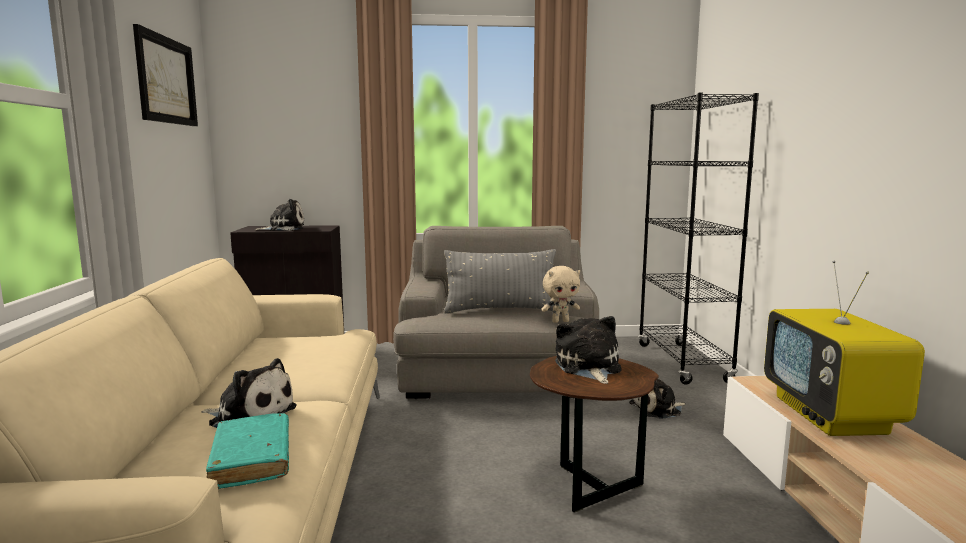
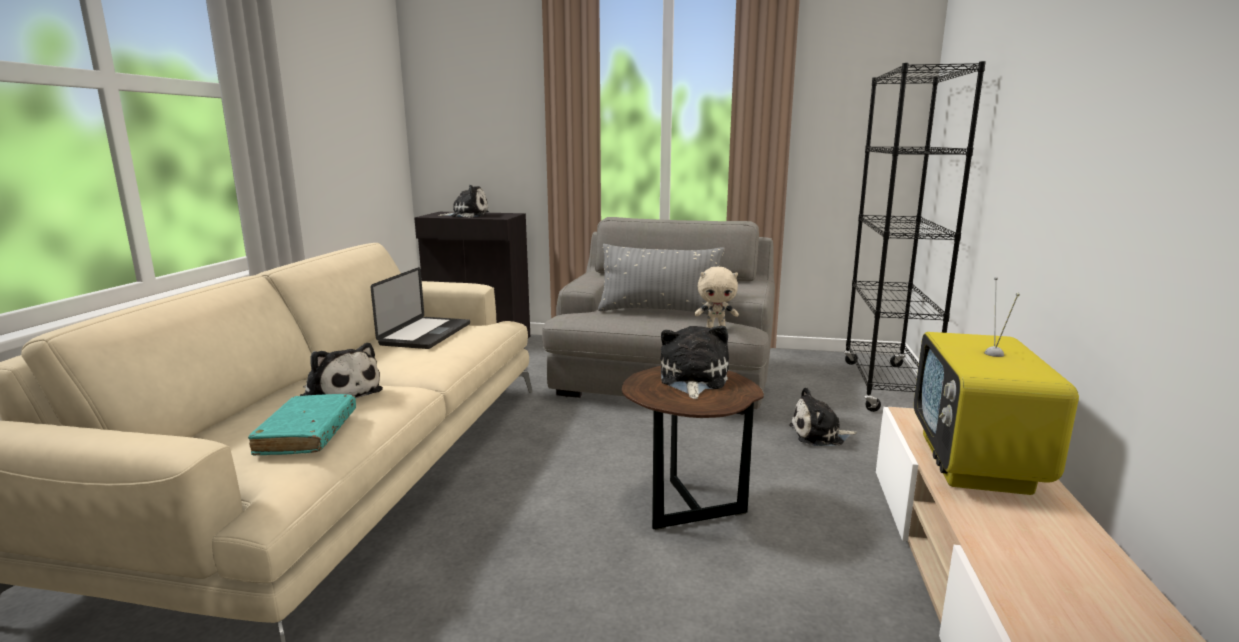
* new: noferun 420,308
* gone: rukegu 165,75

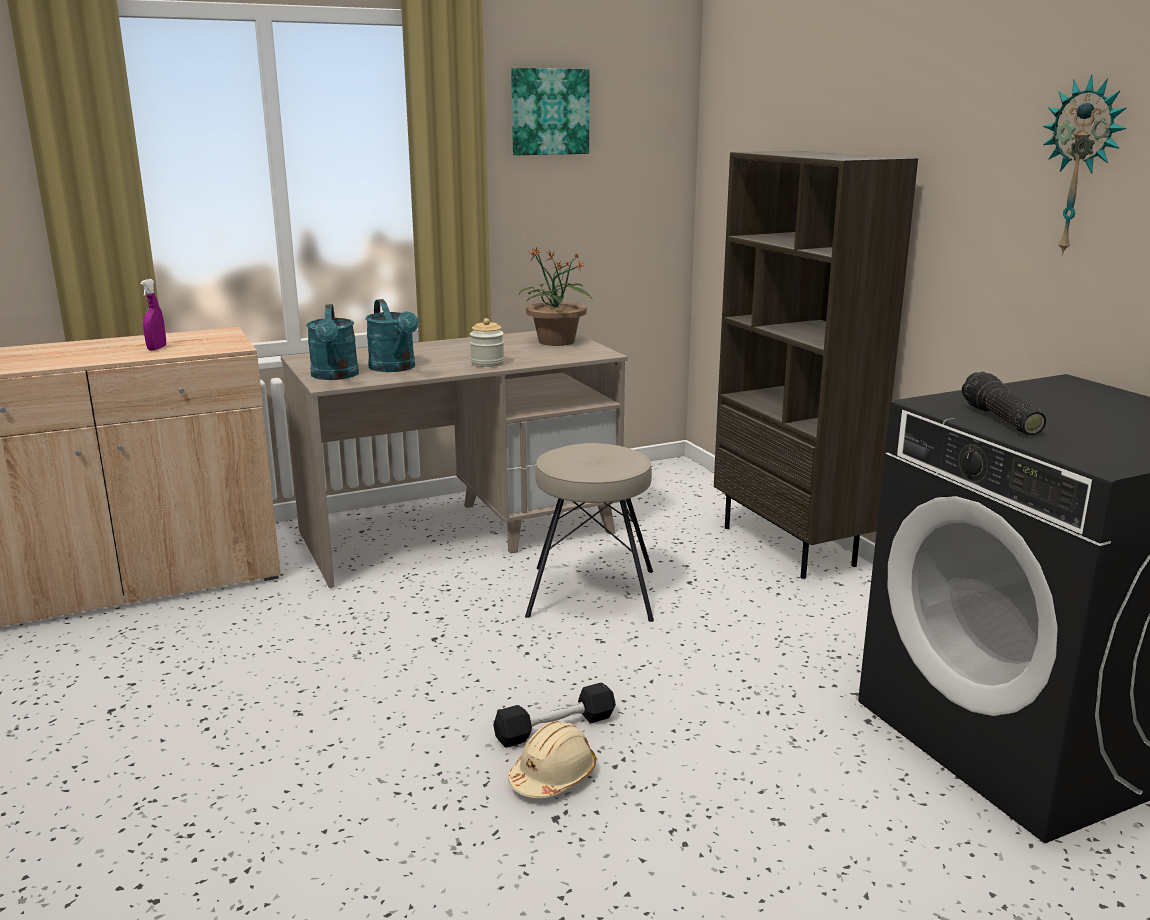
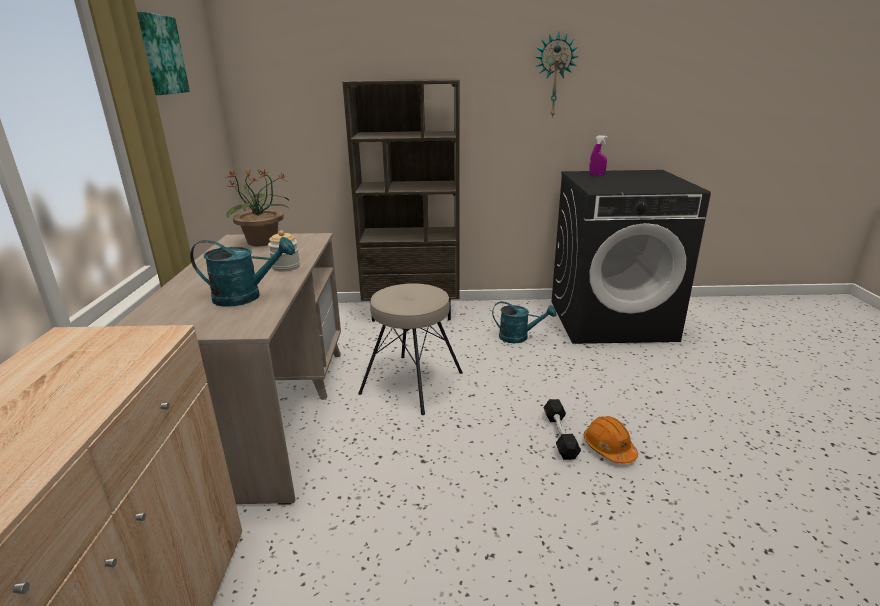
* shifted: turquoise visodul 332,342 to 524,322
* repainted: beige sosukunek 552,759 to orange sosukunek 611,440
* shifted: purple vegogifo 153,315 to 598,155
* gone: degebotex 1004,403

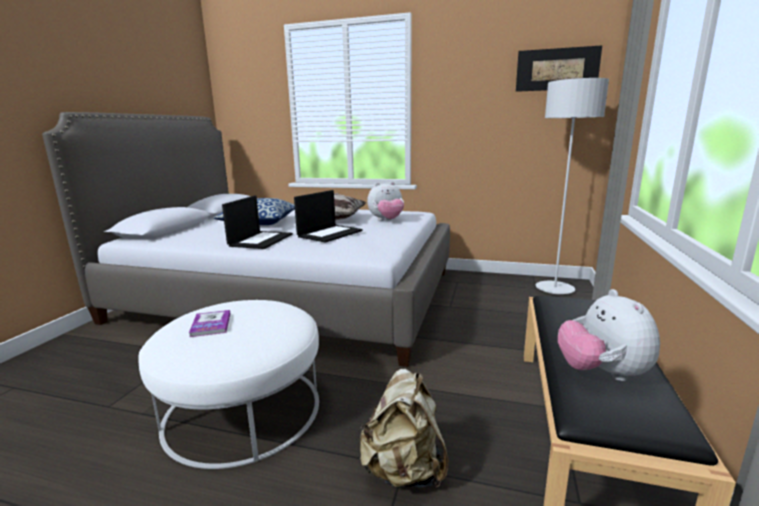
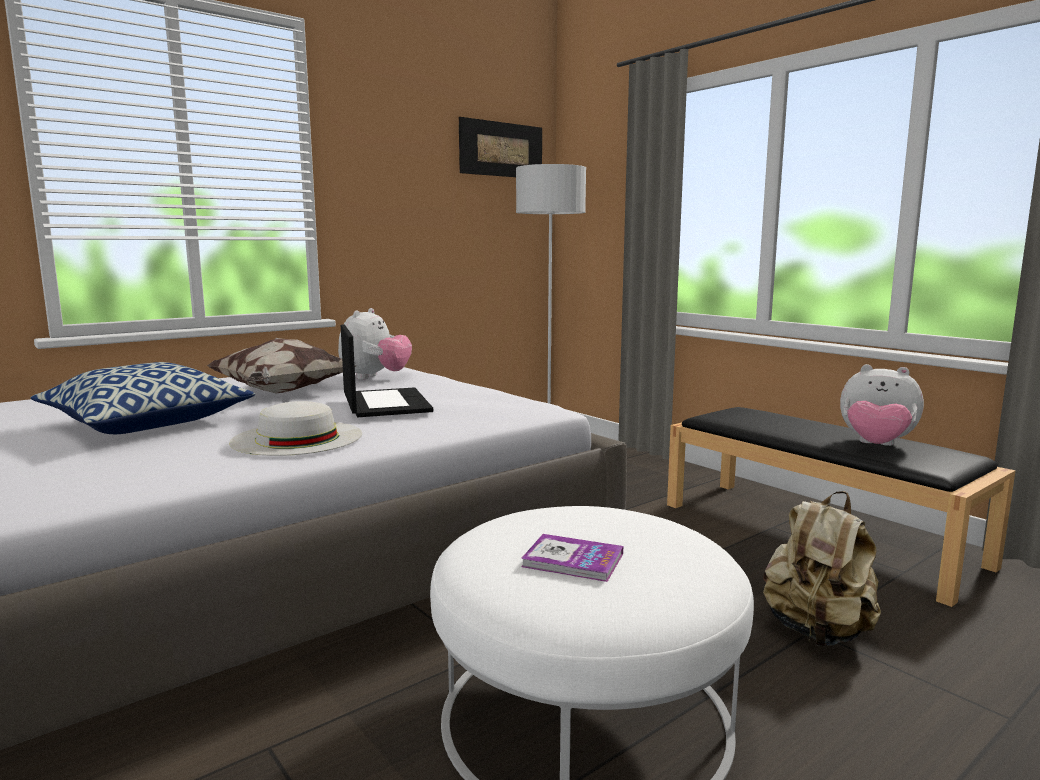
* swapped: noferun 257,222 to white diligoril 295,428

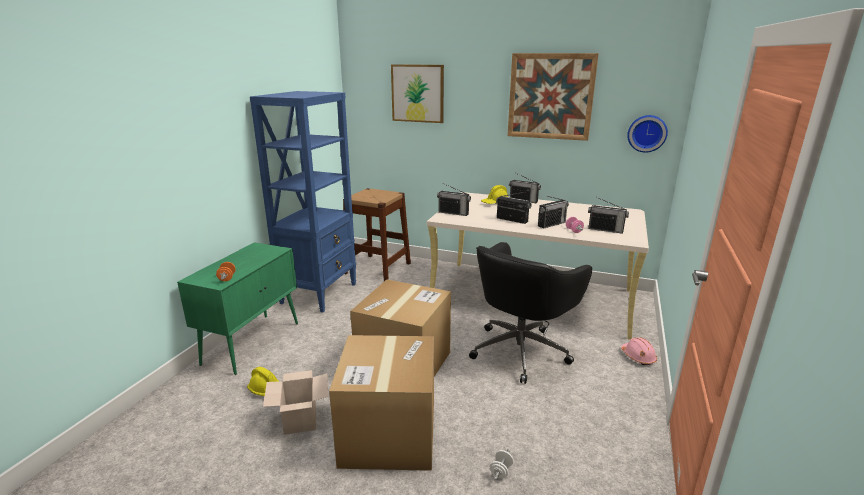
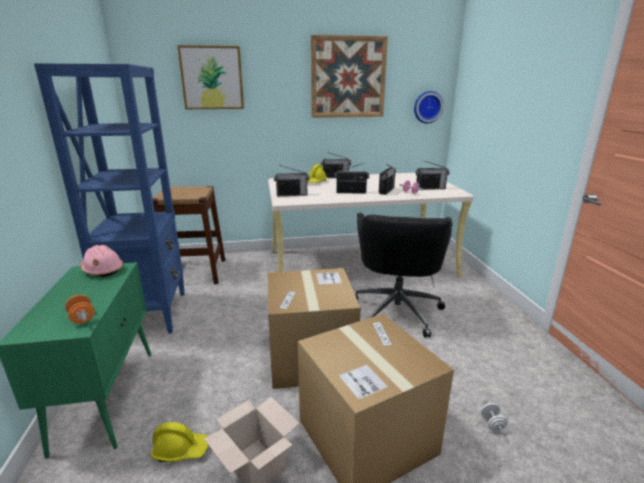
* shifted: pink sosukunek 639,351 to 101,261

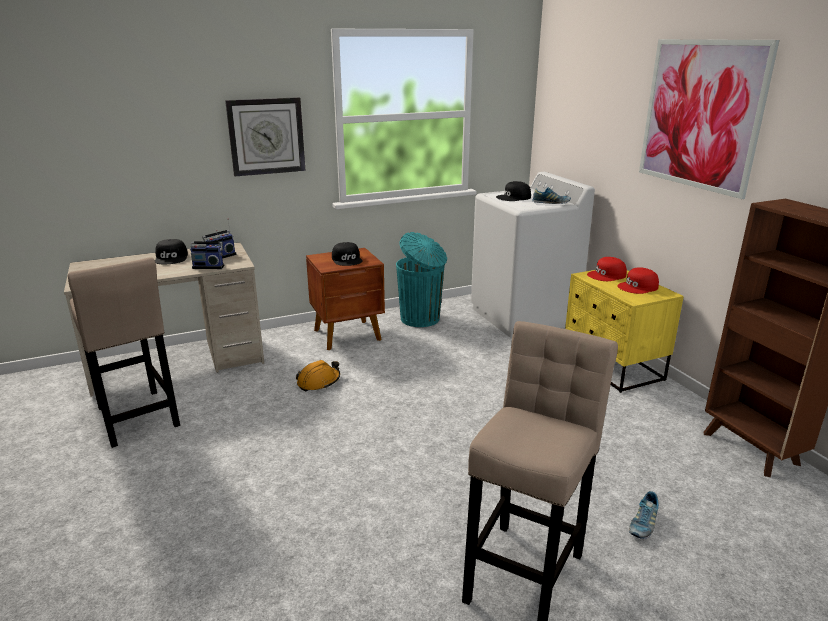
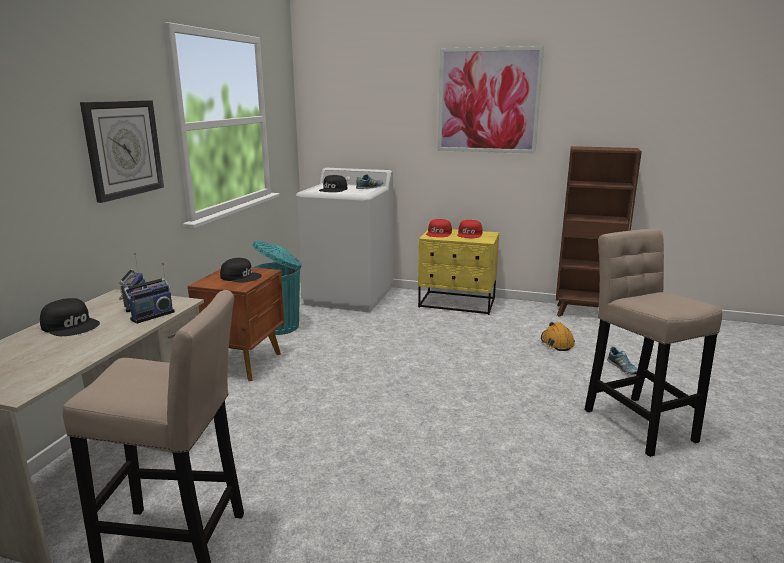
* shifted: orange sosukunek 318,375 to 558,336

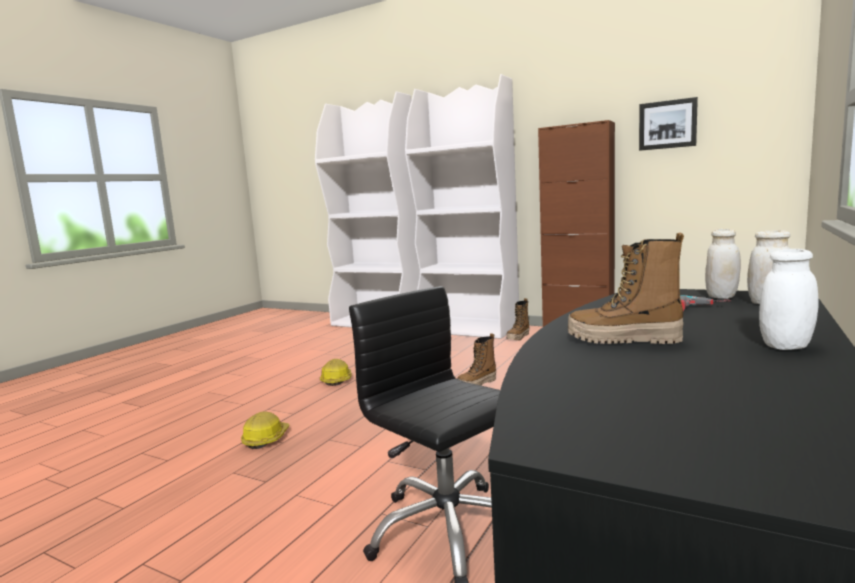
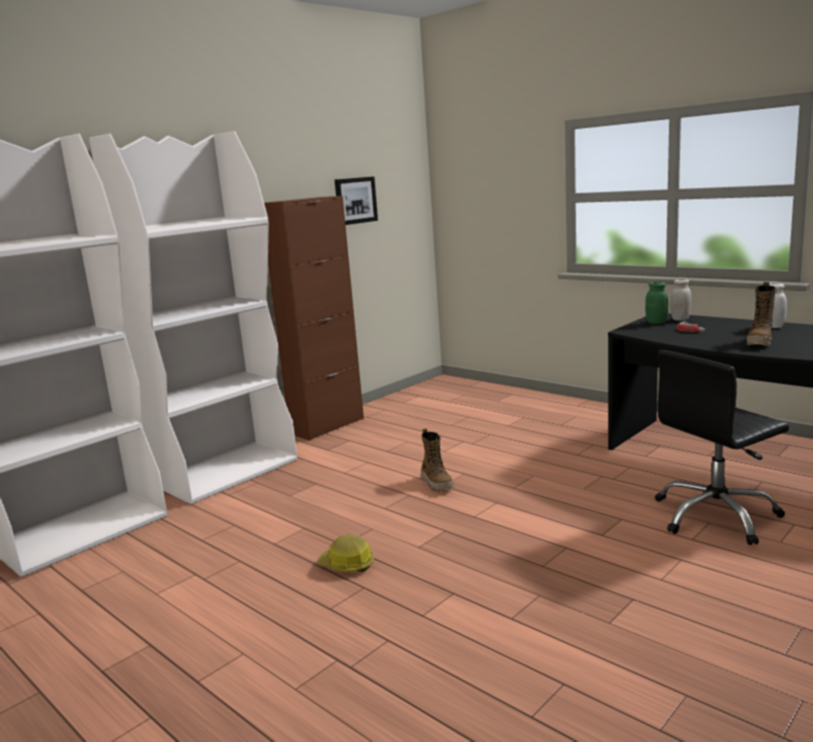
* repainted: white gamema 723,264 to green gamema 656,303
* gone: sosukunek 265,430
* gone: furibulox 518,319

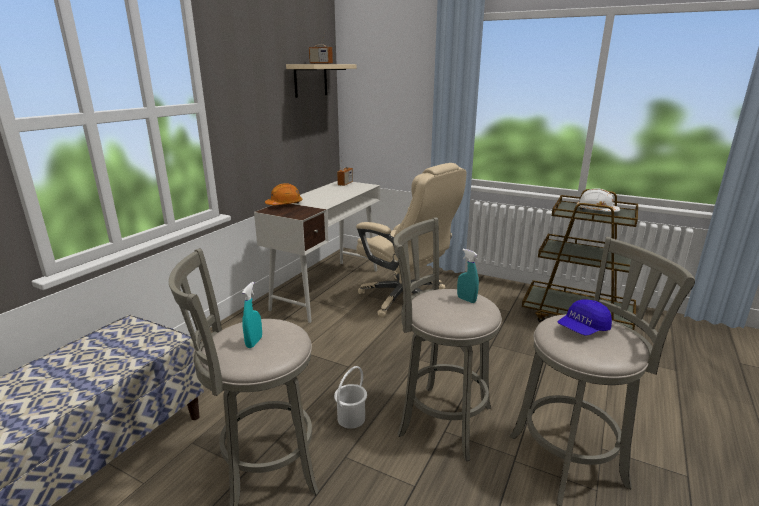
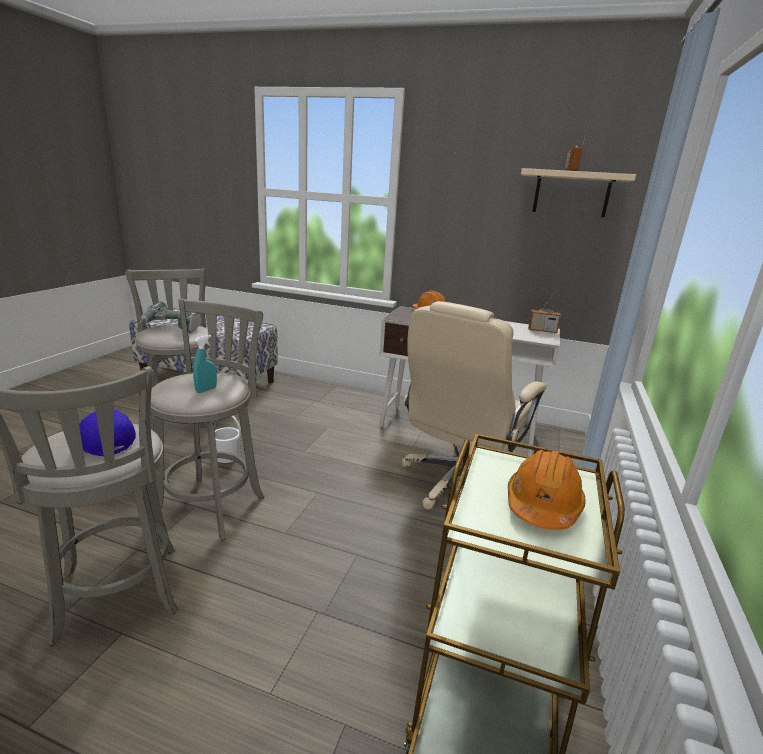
* swapped: turquoise vegogifo 252,315 to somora 169,317
* repainted: white sosukunek 598,200 to orange sosukunek 547,490

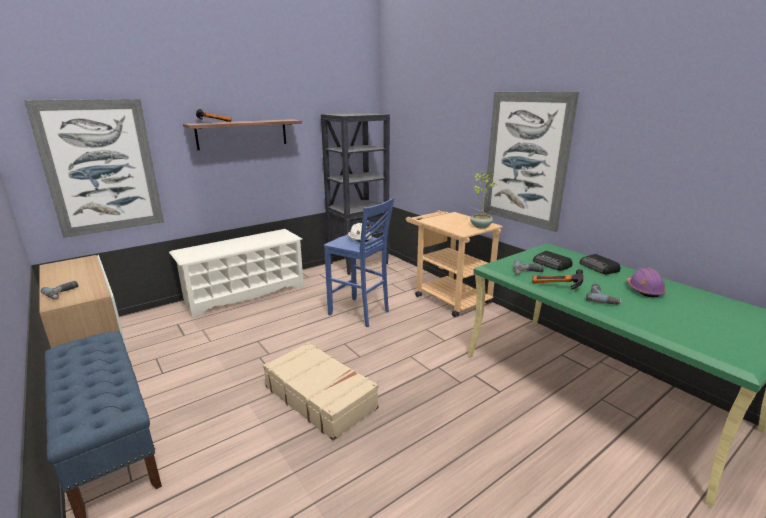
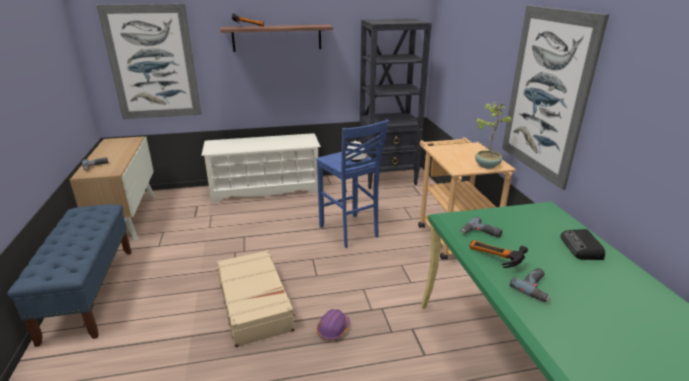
* shifted: purple sosukunek 646,283 to 333,325
* gone: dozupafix 552,261

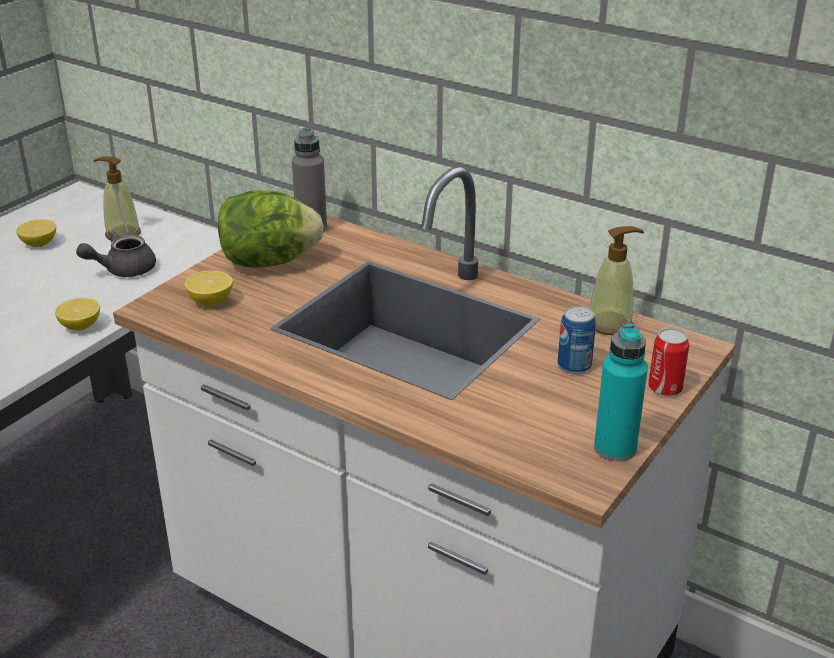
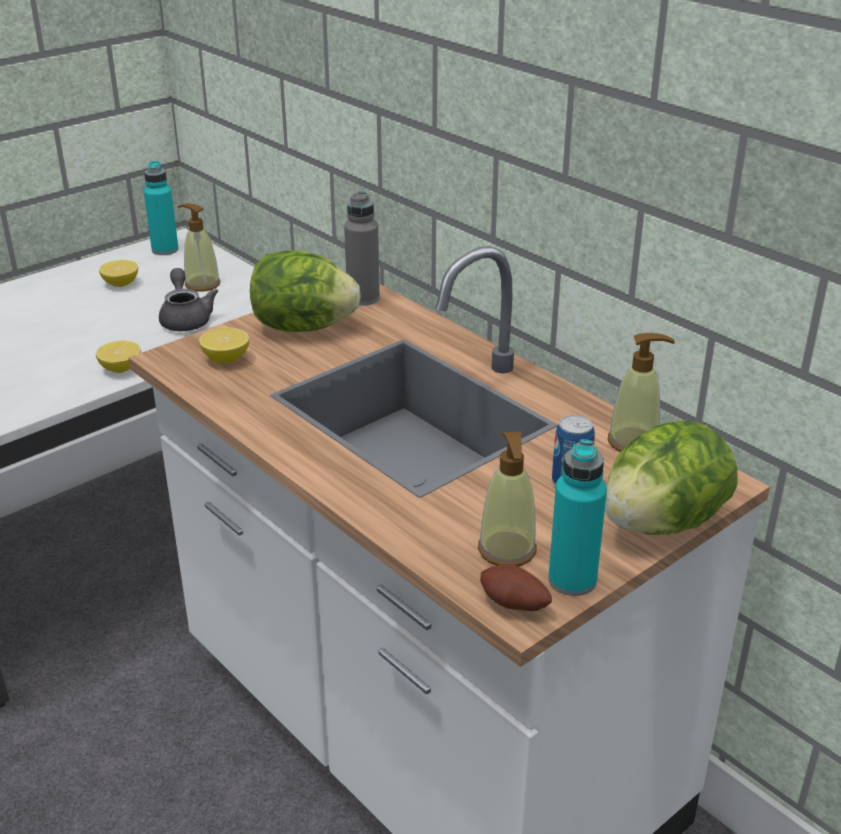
* new: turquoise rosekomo 161,208
* rotated: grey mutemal 116,253 = 188,299 90 degrees clockwise
* new: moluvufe 507,499
* new: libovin 516,587
* swapped: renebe 668,362 to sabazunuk 671,478

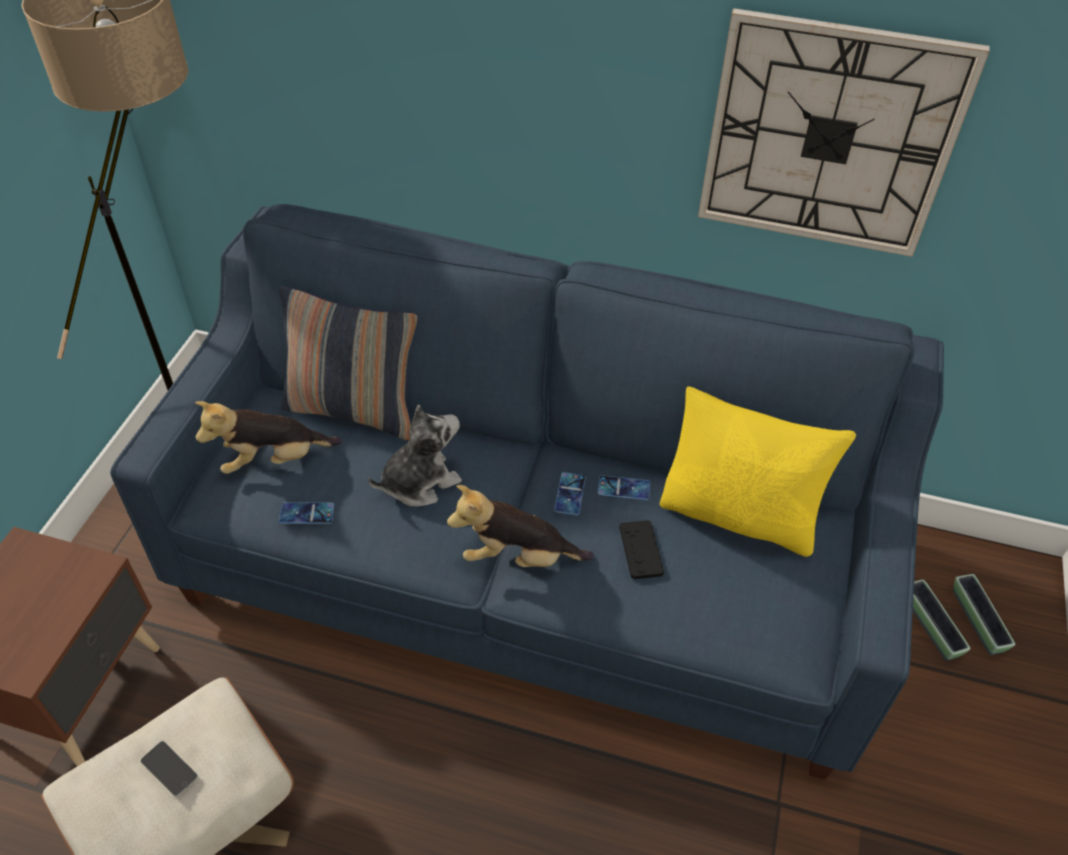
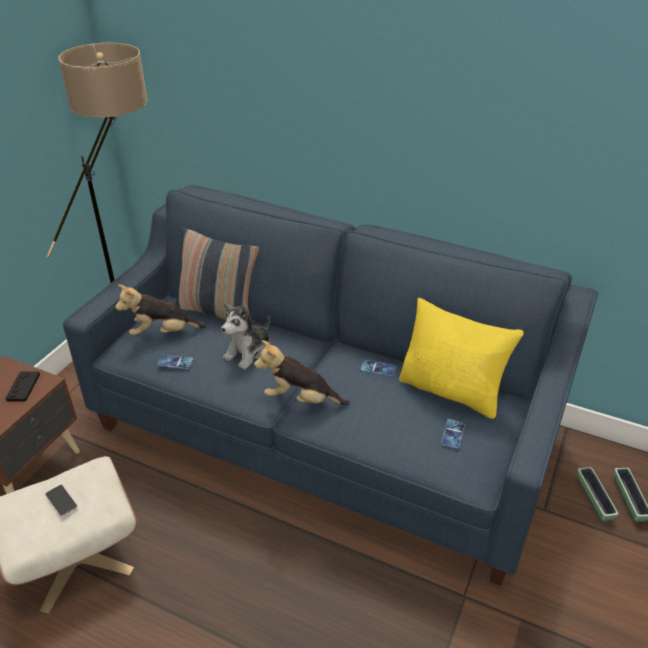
* shifted: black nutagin 641,549 to 23,386
* rotated: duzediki 415,456 = 245,336 150 degrees clockwise
* shifted: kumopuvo 570,493 to 453,434
* gone: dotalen 844,132

